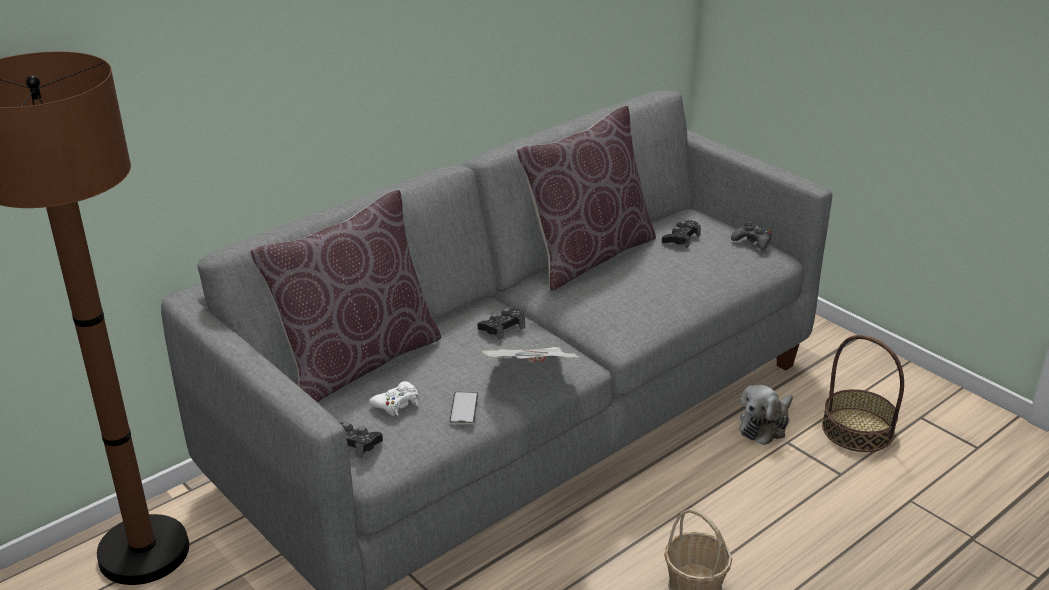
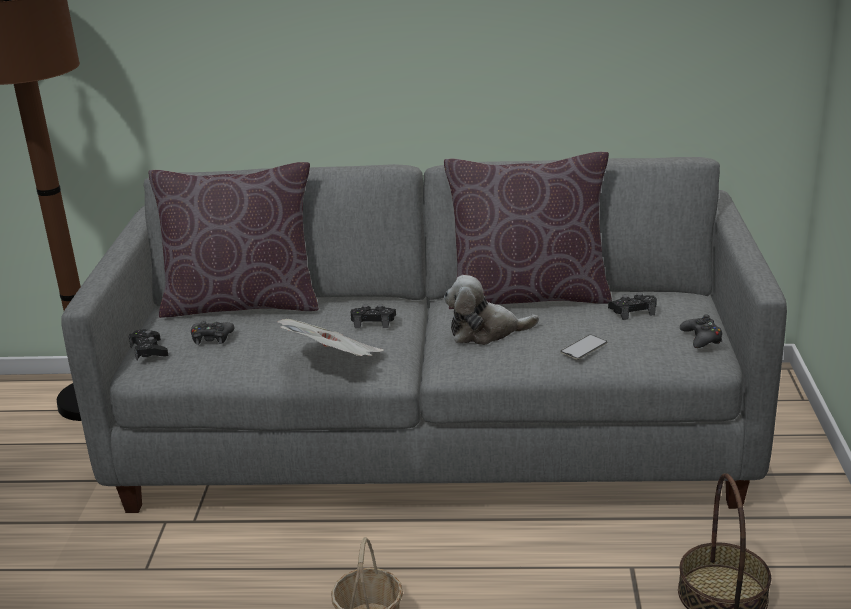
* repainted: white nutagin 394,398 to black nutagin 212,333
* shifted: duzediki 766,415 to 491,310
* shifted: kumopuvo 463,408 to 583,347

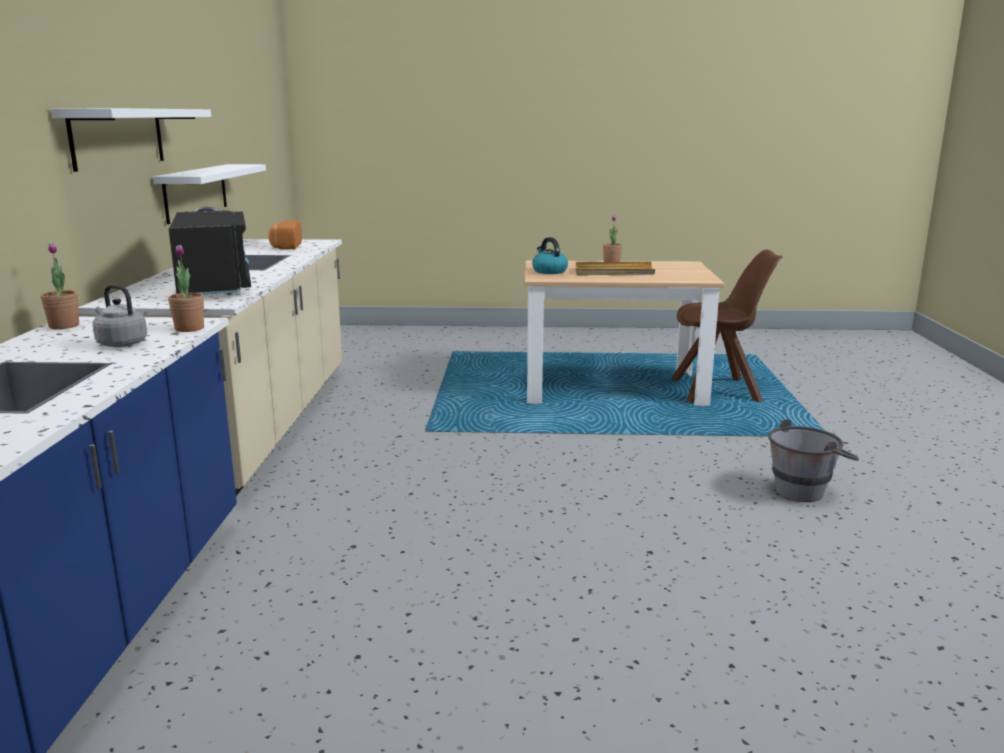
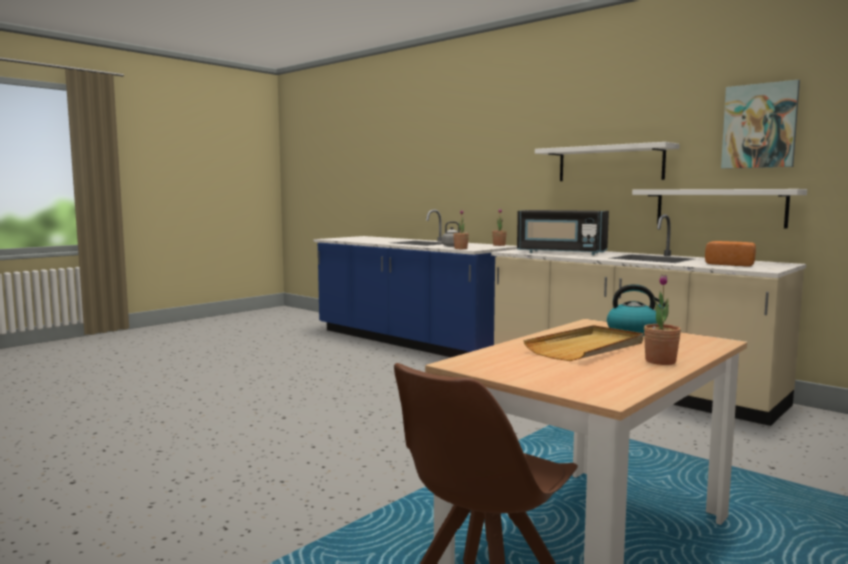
* new: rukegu 760,124
* gone: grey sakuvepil 813,460

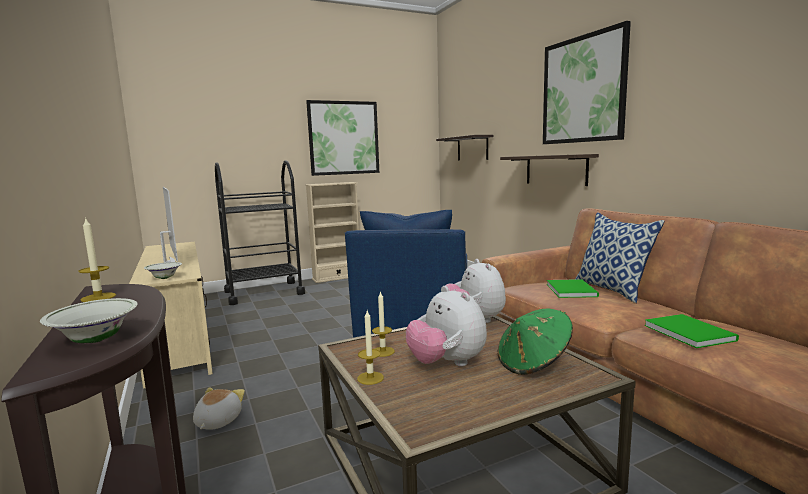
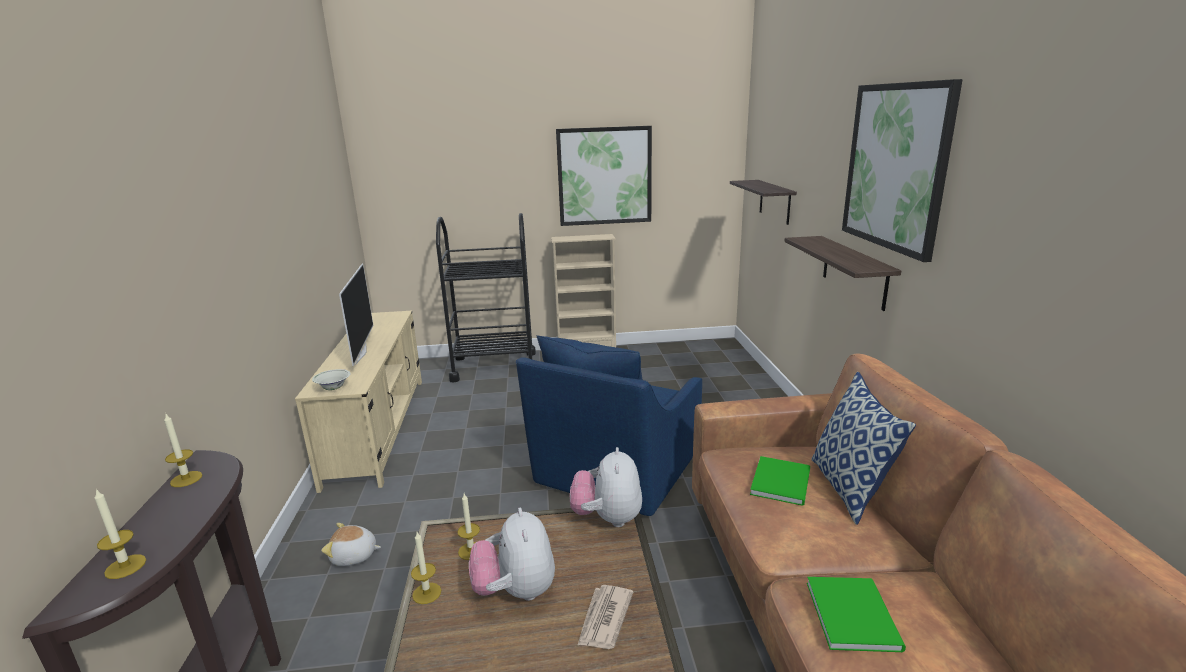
* swapped: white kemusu 88,320 to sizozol 120,534
* rotated: duzediki 219,408 = 351,544 120 degrees counterclockwise
* swapped: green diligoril 535,342 to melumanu 605,617

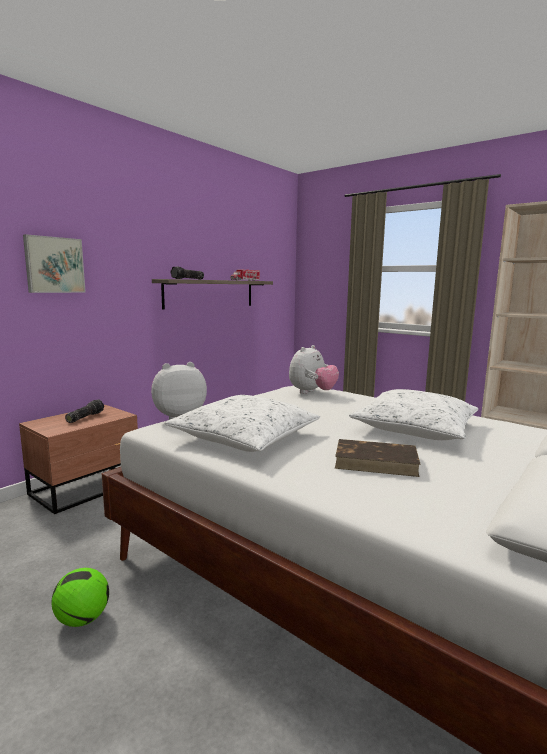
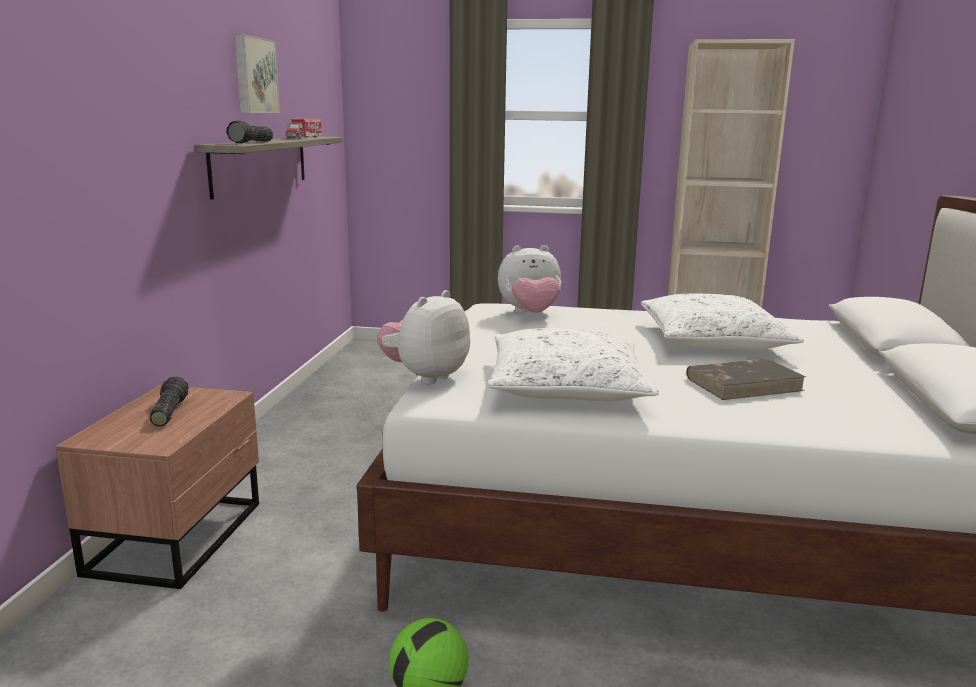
* shifted: rukegu 54,263 to 257,73
* rotated: duzediki 314,369 = 529,279 75 degrees clockwise

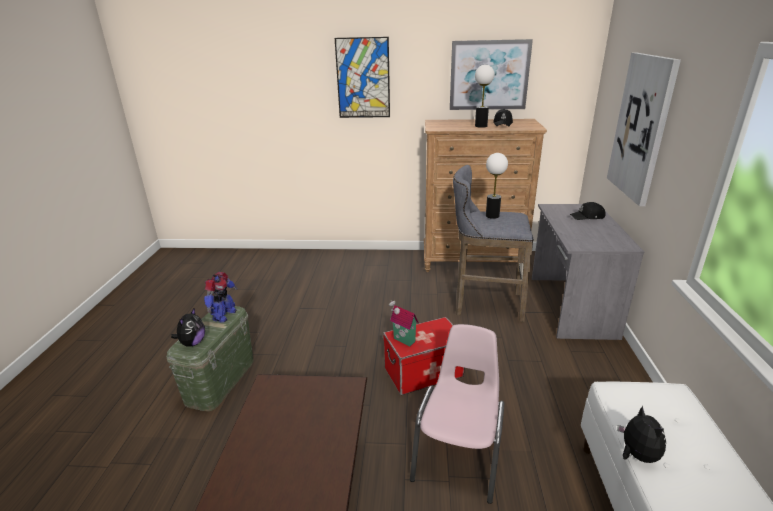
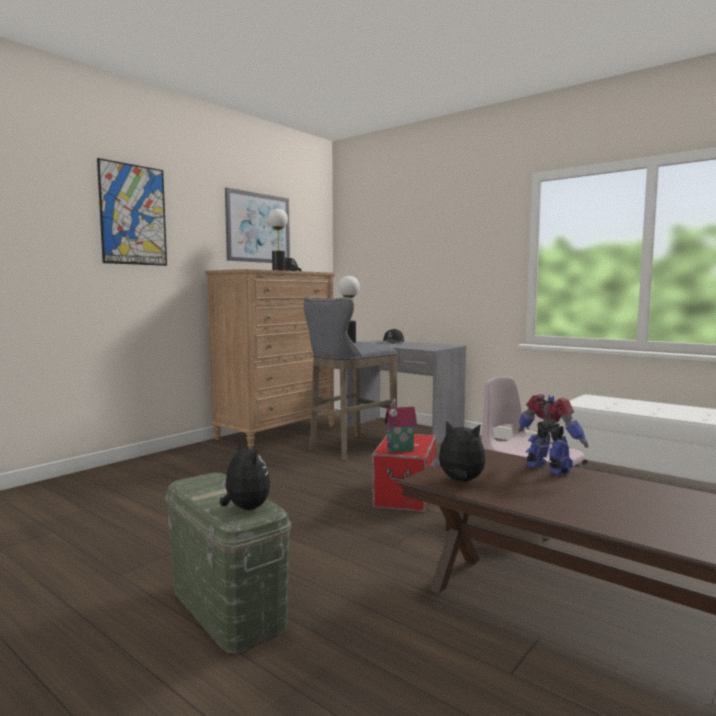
* shifted: duzediki 641,434 to 458,451
* shifted: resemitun 220,297 to 553,435
* gone: rukegu 644,129

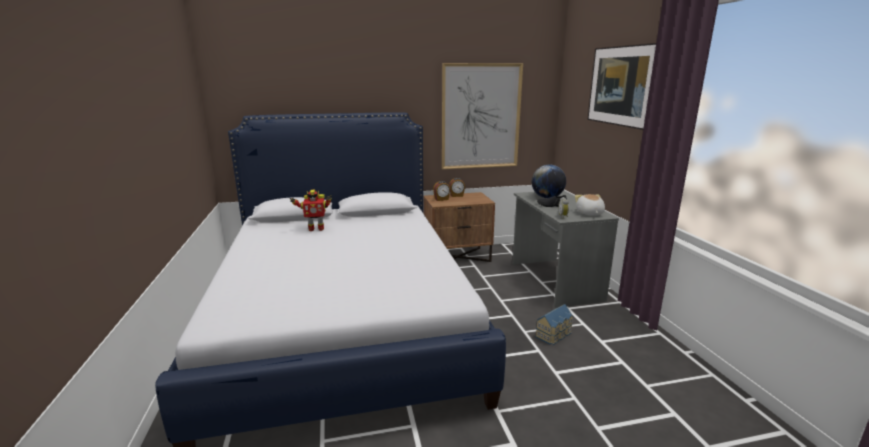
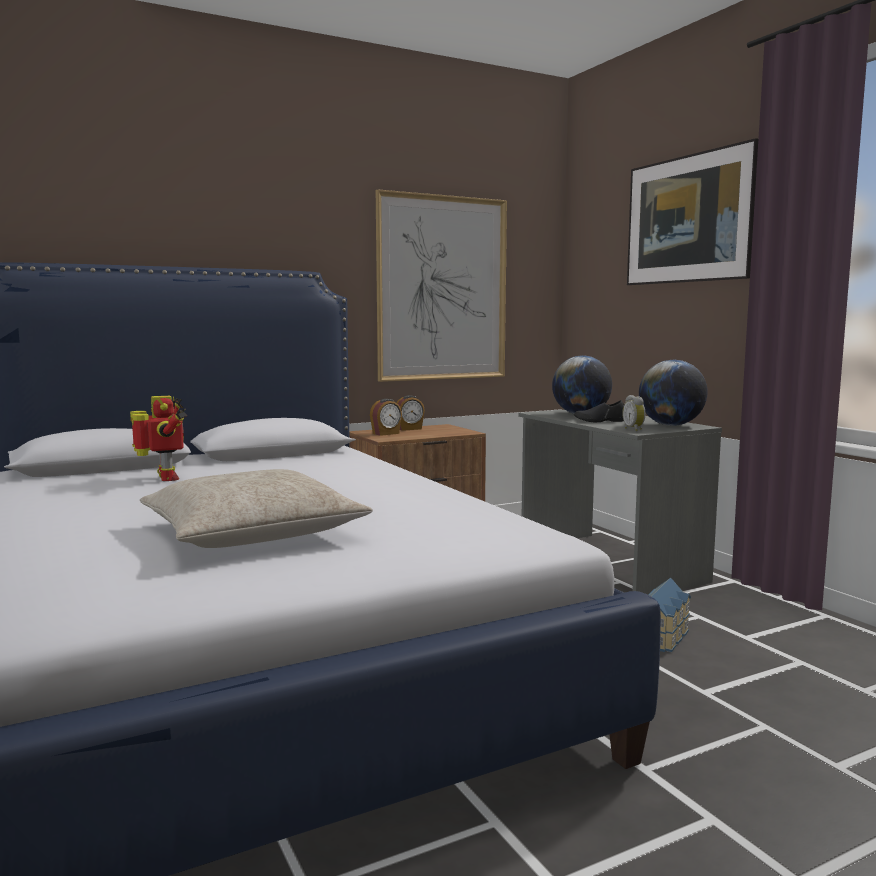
* rotated: resemitun 310,210 = 158,438 90 degrees counterclockwise
* new: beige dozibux 256,508
* swapped: duzediki 590,205 to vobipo 673,393

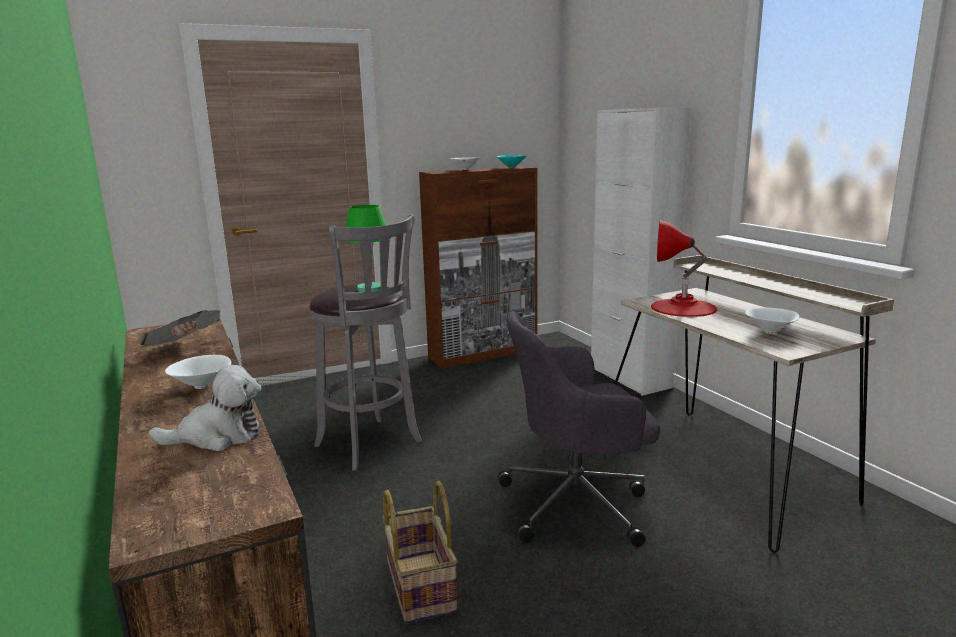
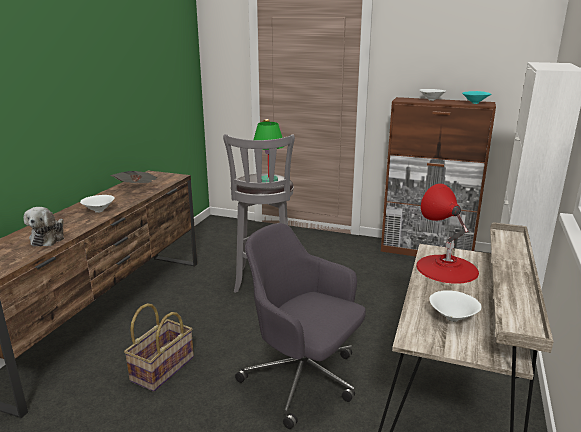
* rotated: duzediki 205,408 = 44,227 60 degrees clockwise

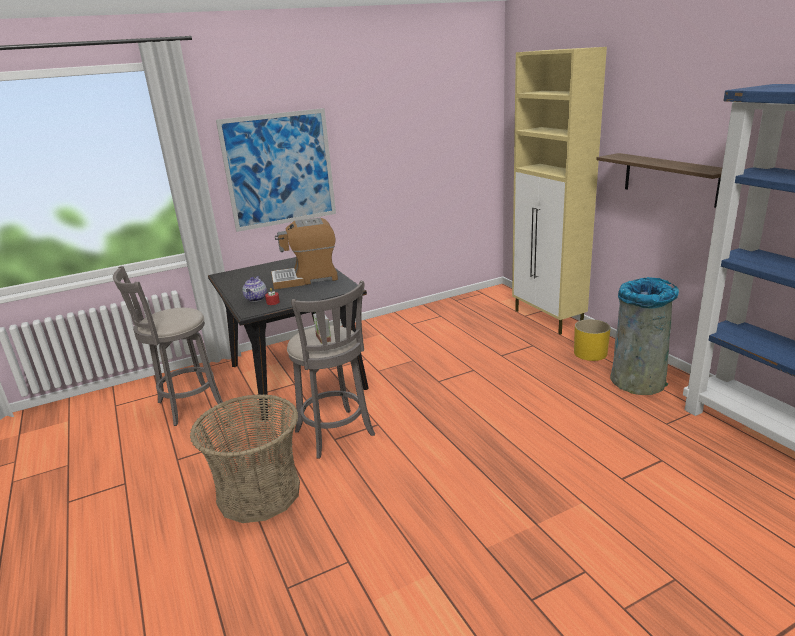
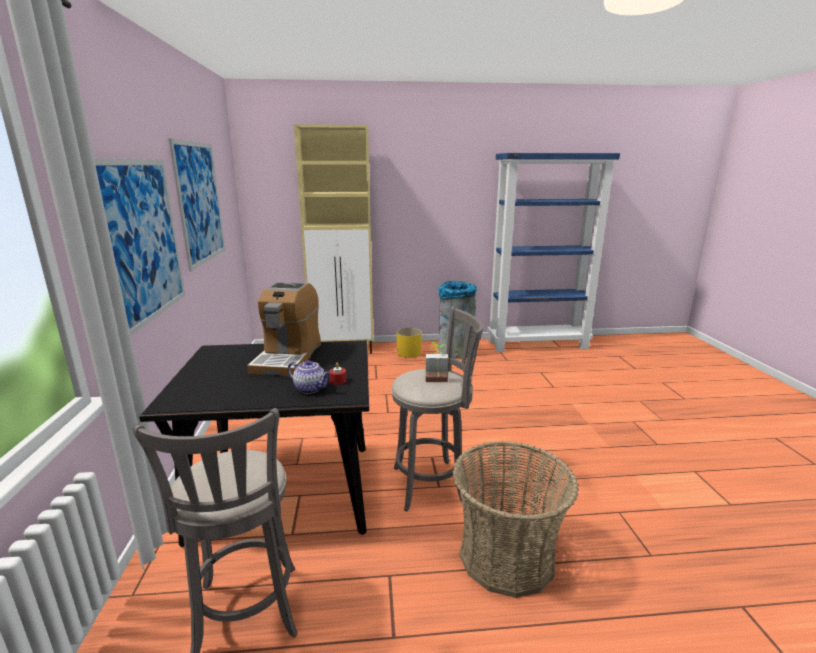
* new: rukegu 196,204
* gone: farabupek 659,180

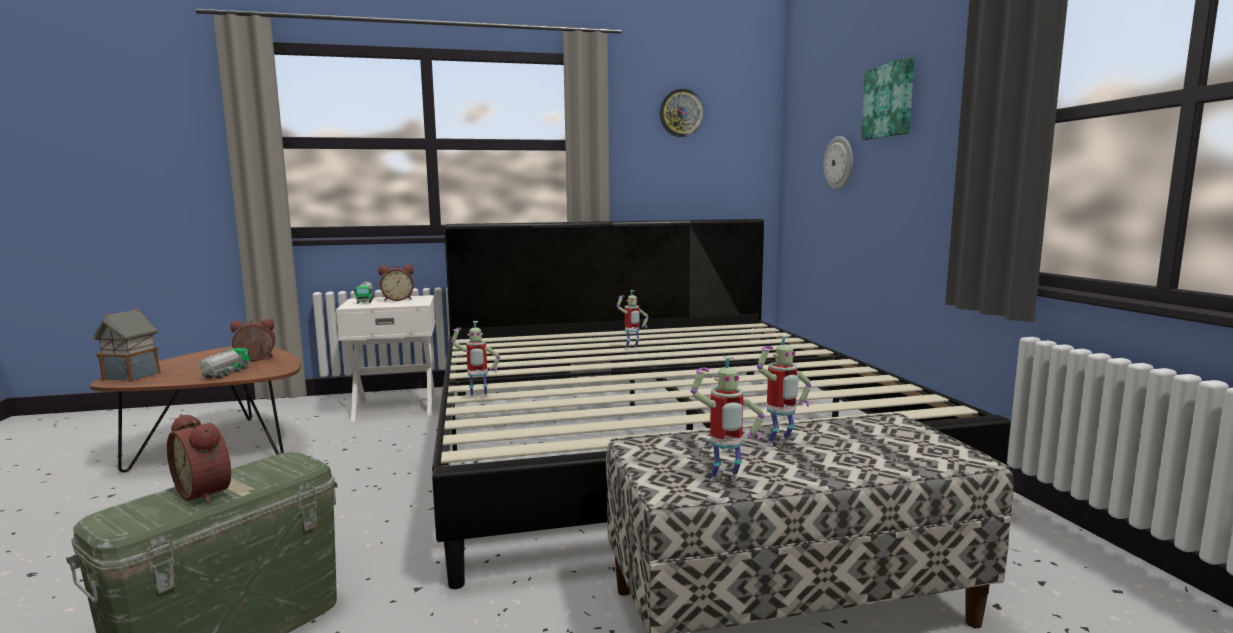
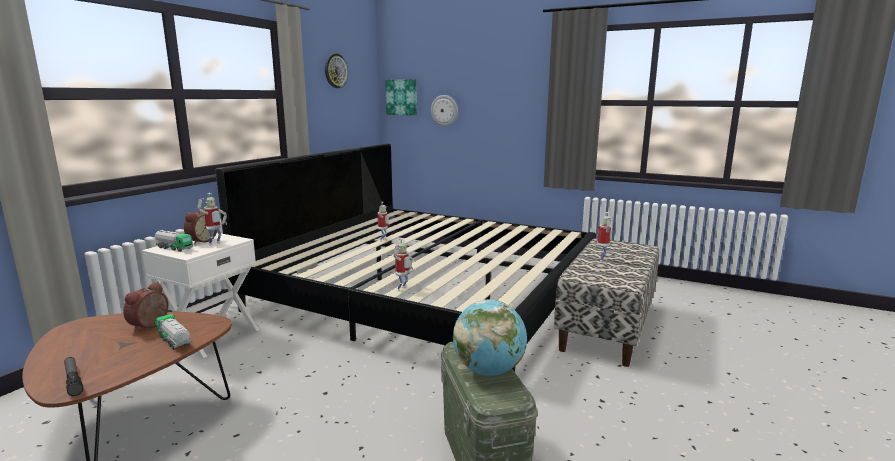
* swapped: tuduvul 127,345 to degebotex 73,376
* shifted: resemitun 728,419 to 212,219
* shifted: rukegu 887,98 to 401,97
* swapped: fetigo 199,459 to vobipo 490,337

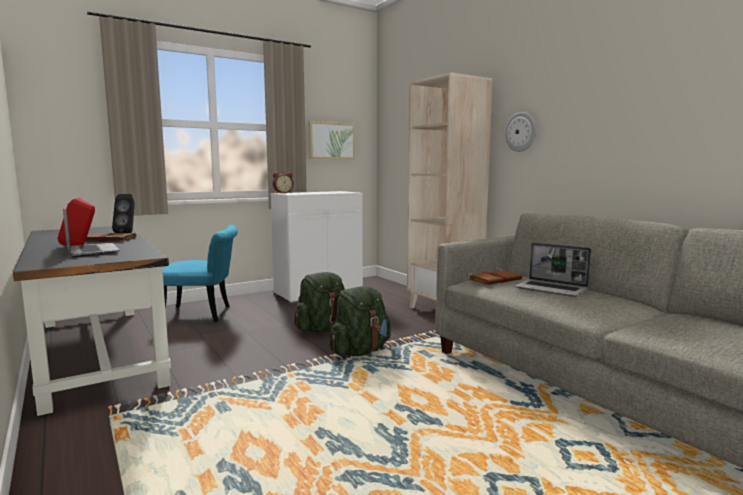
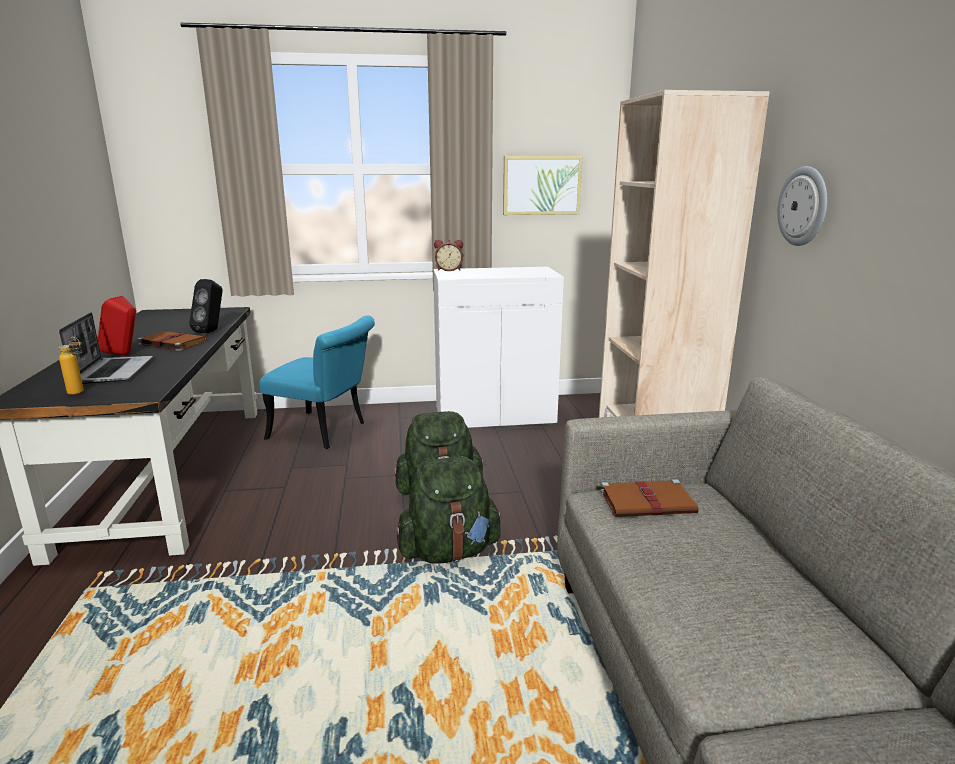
* new: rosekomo 71,366
* gone: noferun 553,270

